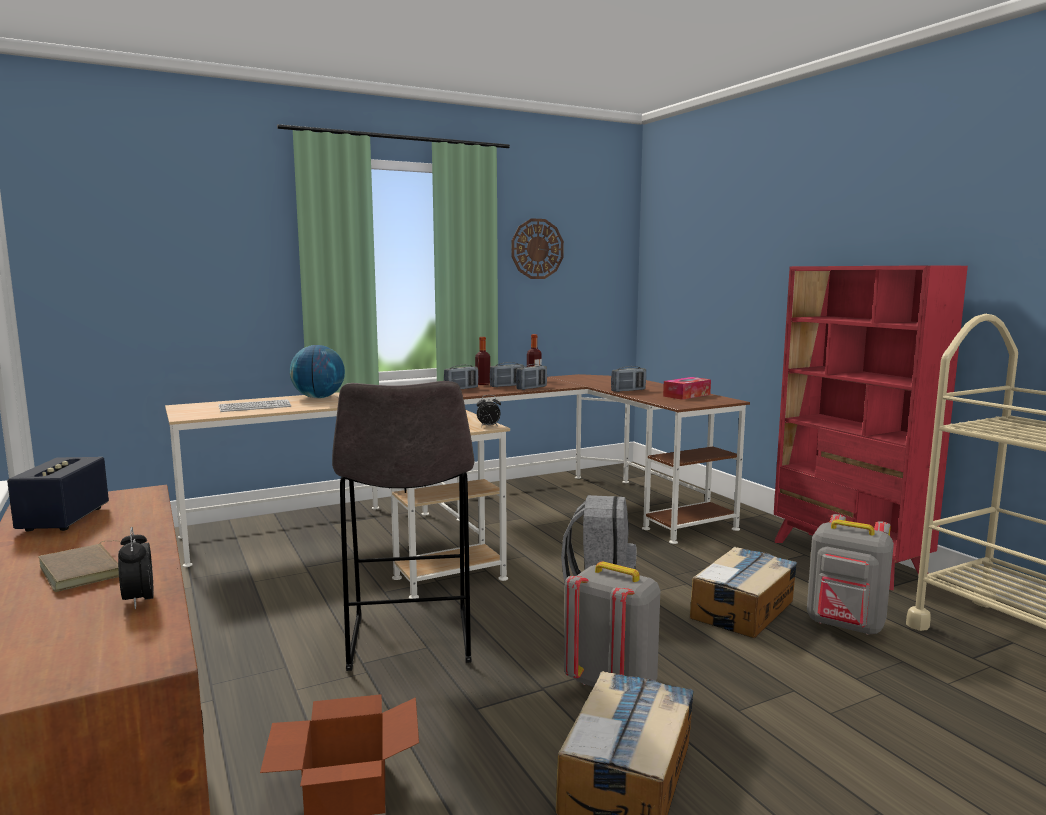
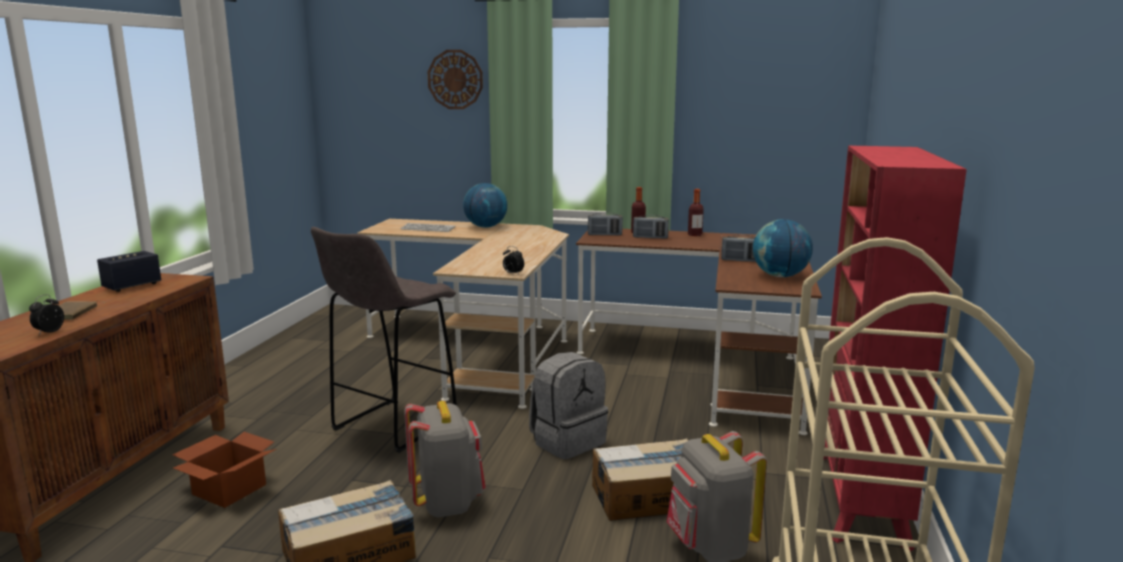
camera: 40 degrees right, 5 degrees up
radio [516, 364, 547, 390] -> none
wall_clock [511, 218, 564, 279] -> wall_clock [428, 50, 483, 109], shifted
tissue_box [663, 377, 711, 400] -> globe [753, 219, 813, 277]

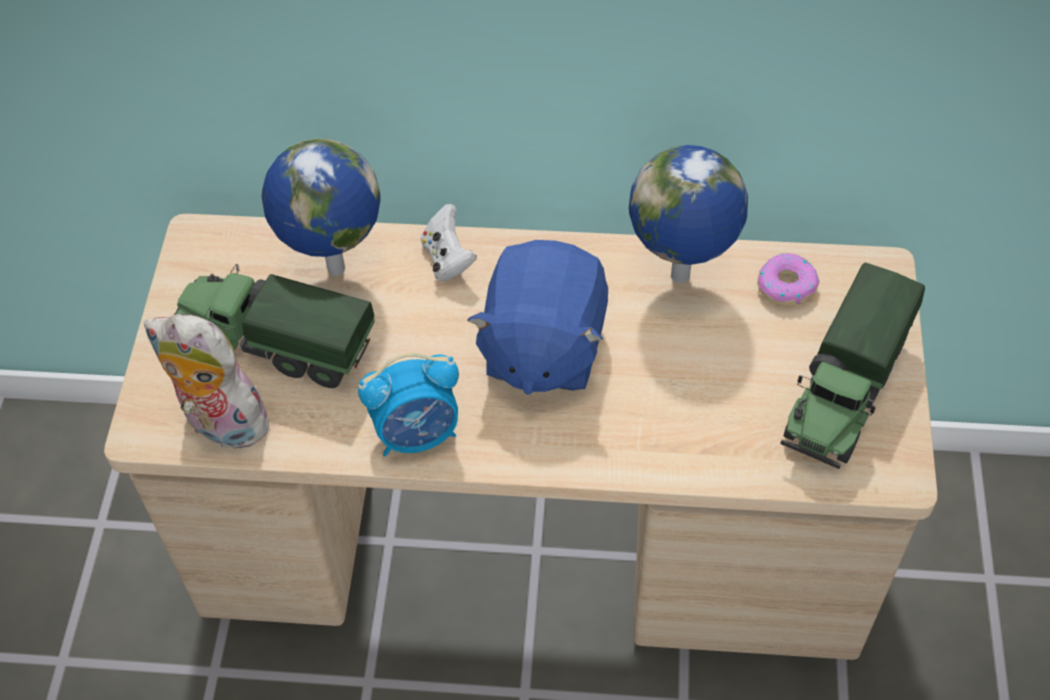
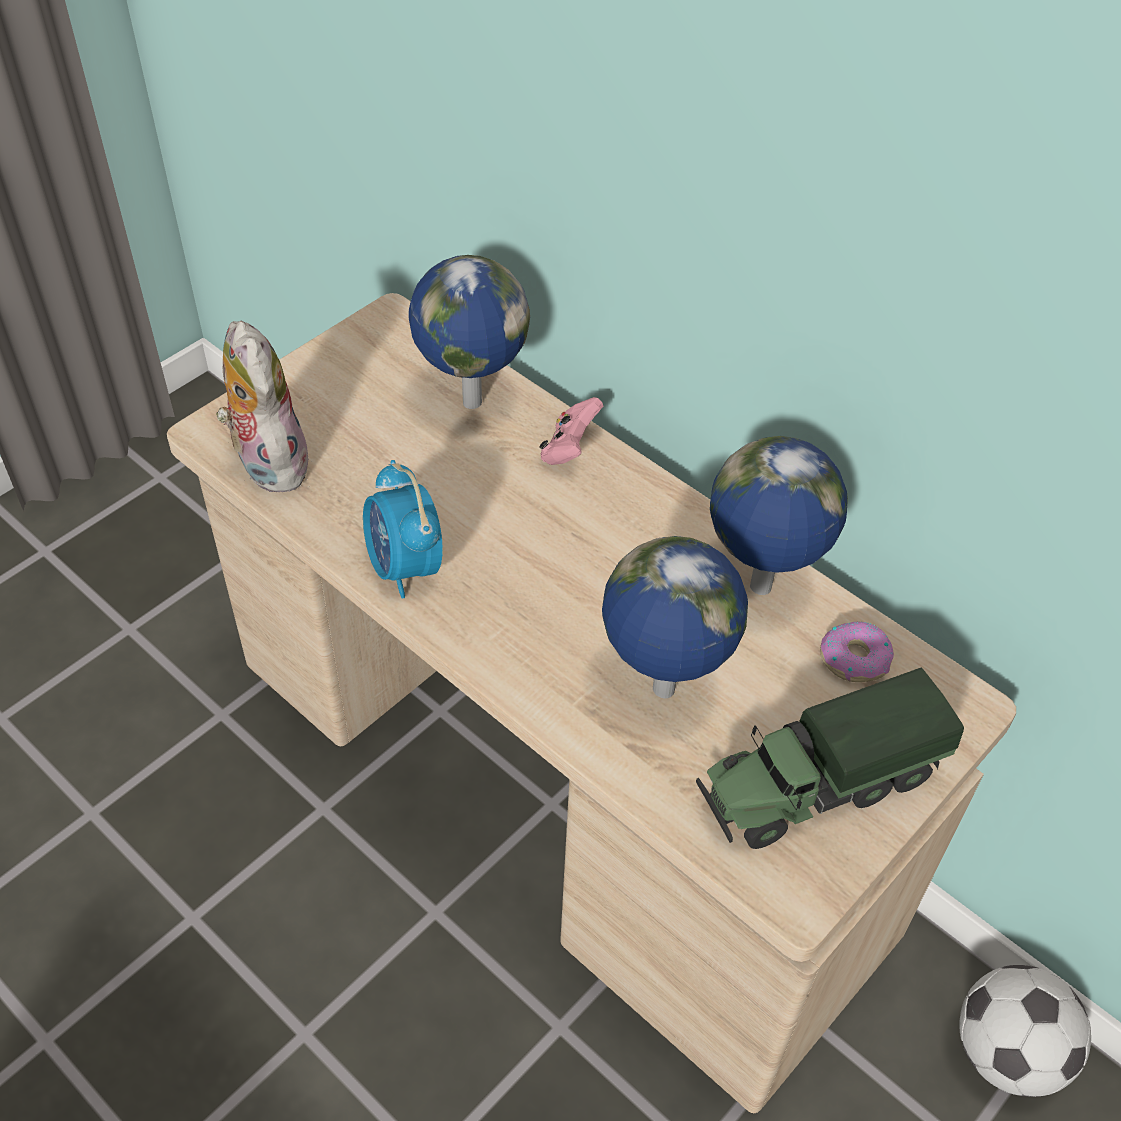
camera: 35 degrees right, 5 degrees down
toy_truck [174, 264, 375, 388] -> none
blue_plush_toy [468, 240, 608, 395] -> none
none -> globe [602, 536, 748, 698]
none -> football [959, 965, 1091, 1097]
white_game_controller [421, 204, 477, 281] -> pink_game_controller [540, 397, 603, 465]
alarm_clock [358, 353, 459, 457] -> alarm_clock [363, 460, 443, 599], 45 degrees clockwise

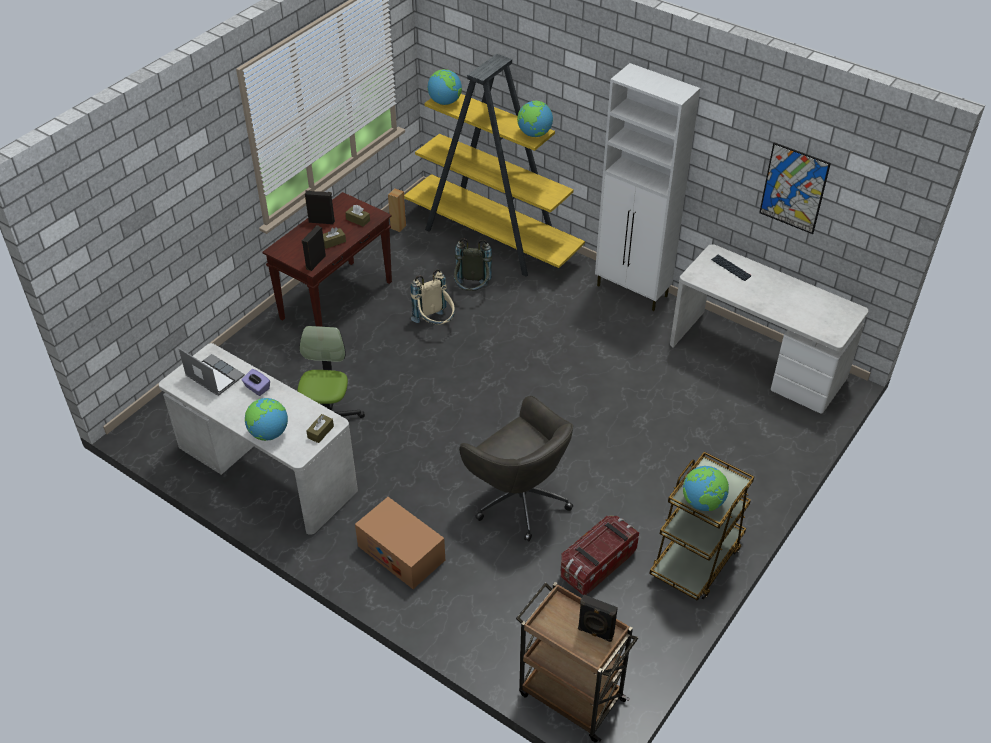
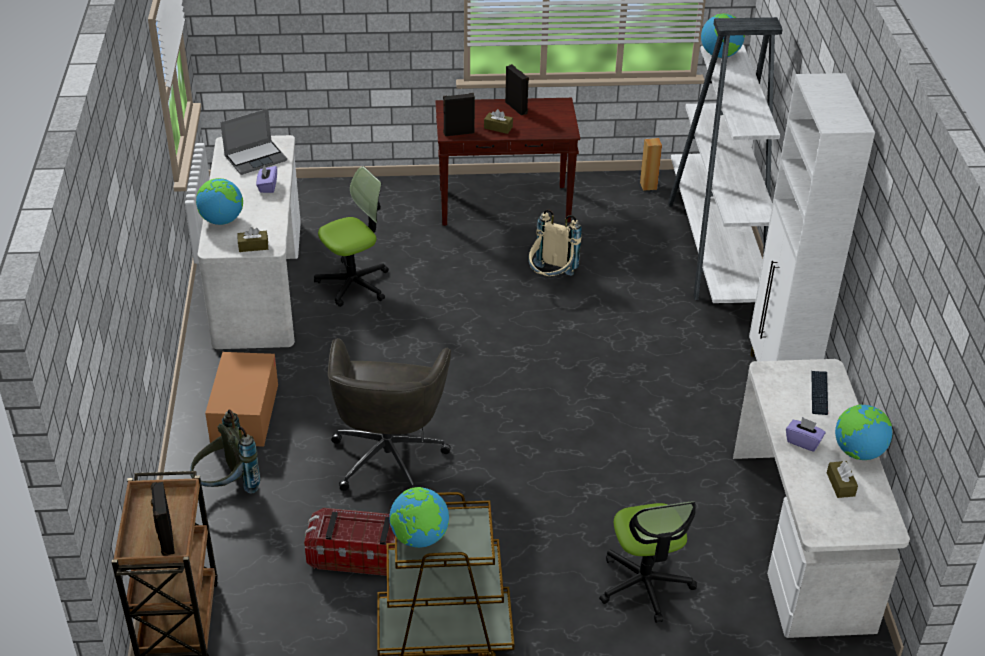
camera: 50 degrees right, 5 degrees down
picture [759, 142, 831, 234] -> none
none -> office_chair [599, 501, 697, 623]
none -> purple_tissue_box [786, 417, 826, 452]
brown_tissue_box [345, 205, 370, 227] -> brown_tissue_box [827, 461, 858, 498], shifted
grey_backpack [454, 238, 492, 291] -> grey_backpack [190, 409, 260, 494], shifted
globe [517, 101, 553, 137] -> globe [835, 405, 892, 461], shifted
yellow_bookcase [404, 54, 585, 277] -> white_bookcase [668, 17, 783, 303]
laptop [179, 348, 245, 396] -> laptop [220, 108, 287, 175], 60 degrees clockwise

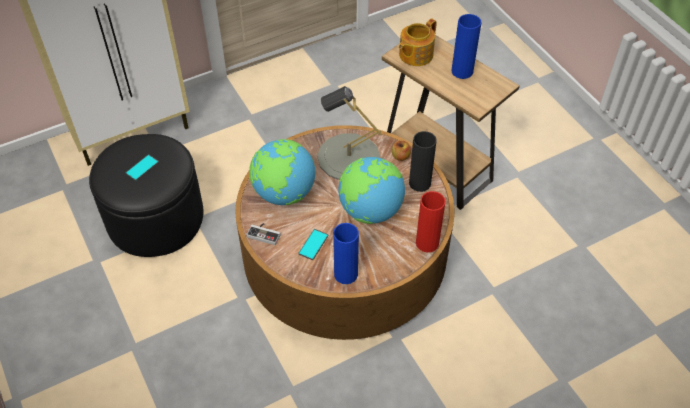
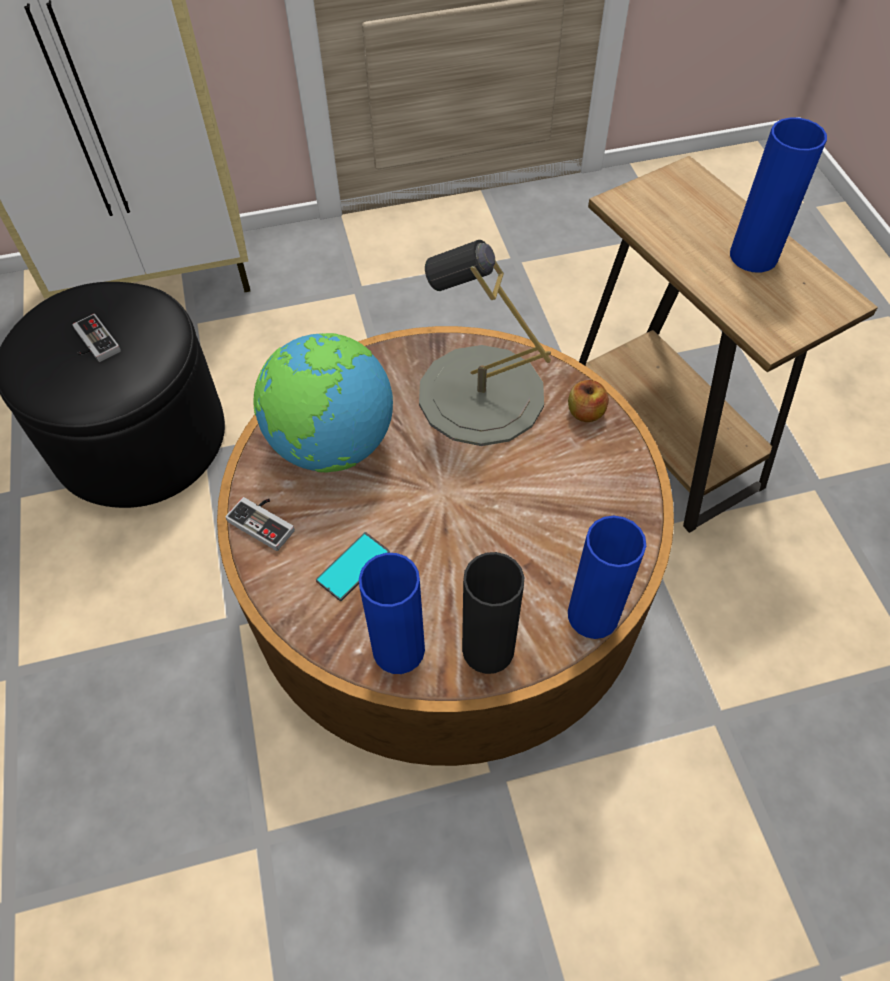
camera: 15 degrees right, 5 degrees up
globe [338, 157, 405, 224] -> none
teapot [399, 18, 437, 66] -> none
black_vase [409, 131, 437, 192] -> black_vase [462, 552, 524, 674], shifted
phone [126, 154, 159, 181] -> game_controller [72, 314, 121, 362]
red_vase [416, 191, 445, 252] -> blue_vase [568, 515, 646, 639]

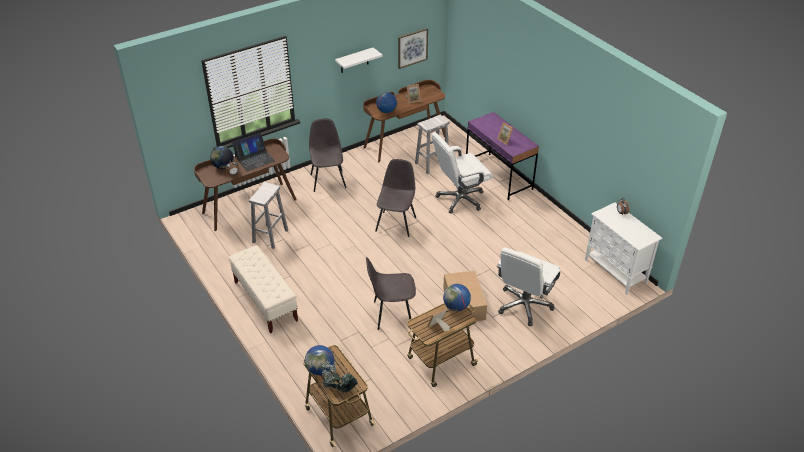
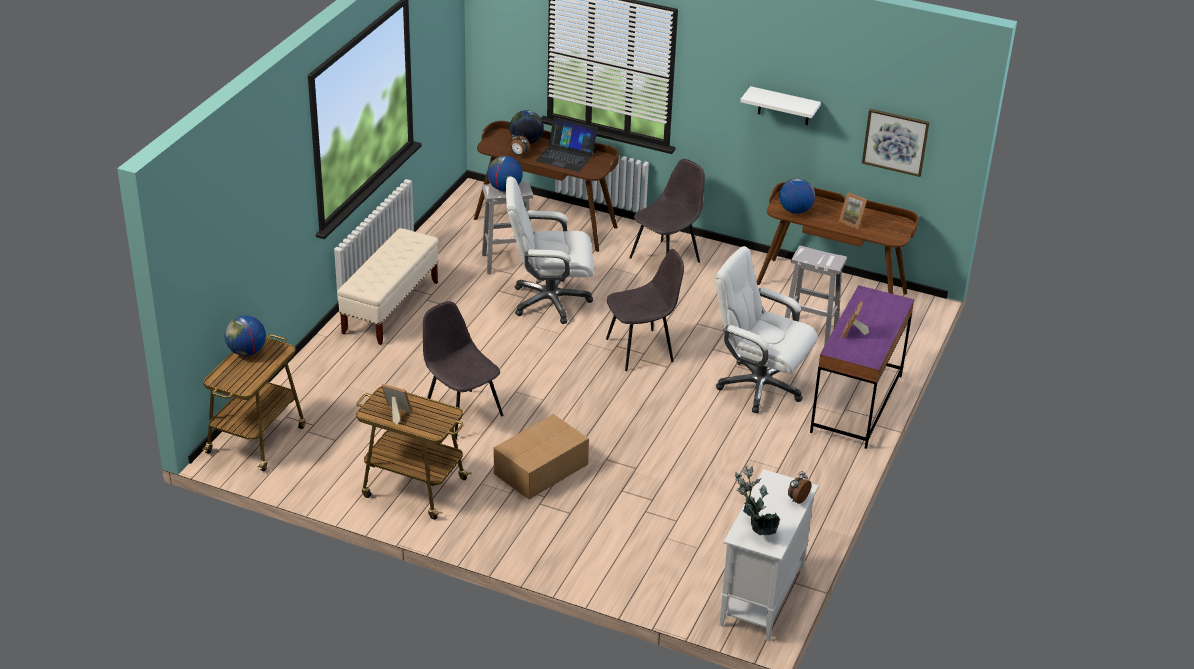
camera: 55 degrees right, 5 degrees down
potted_plant [320, 360, 358, 393] -> potted_plant [735, 465, 780, 535], shifted
globe [443, 284, 471, 311] -> globe [487, 156, 523, 191], shifted
white_office_chair [497, 247, 561, 326] -> white_office_chair [506, 176, 593, 324], shifted

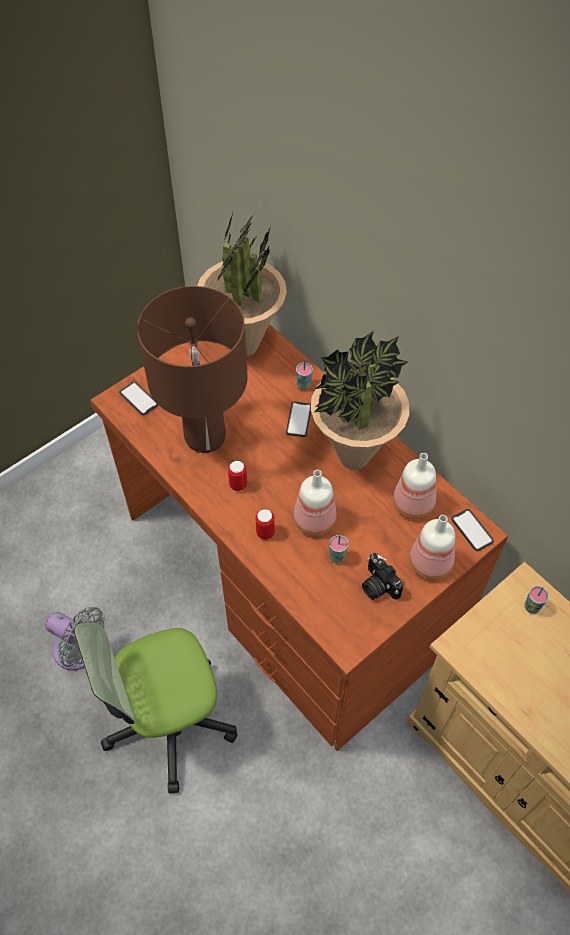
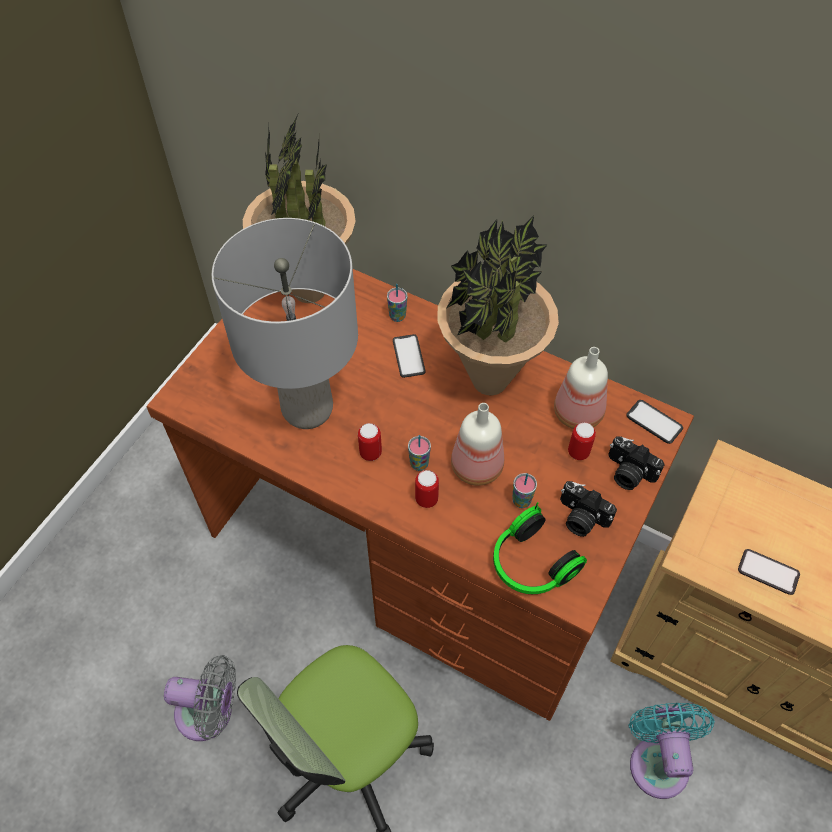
camera: 20 degrees left, 0 degrees up
none -> headphones [493, 502, 587, 594]
none -> can [568, 422, 596, 460]
none -> turquoise_fan [629, 703, 715, 799]
phone [119, 382, 158, 415] -> phone [738, 549, 800, 595], shifted
cup [524, 586, 549, 614] -> cup [408, 435, 431, 471], shifted
bottle [409, 515, 455, 580] -> photo_camera [608, 436, 665, 490]
brown_table_lamp [137, 286, 247, 453] -> grey_table_lamp [212, 218, 358, 429]

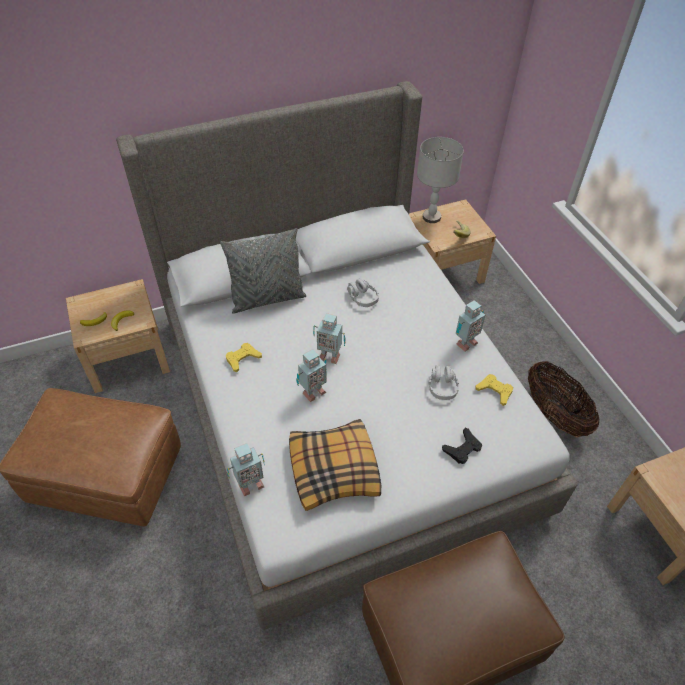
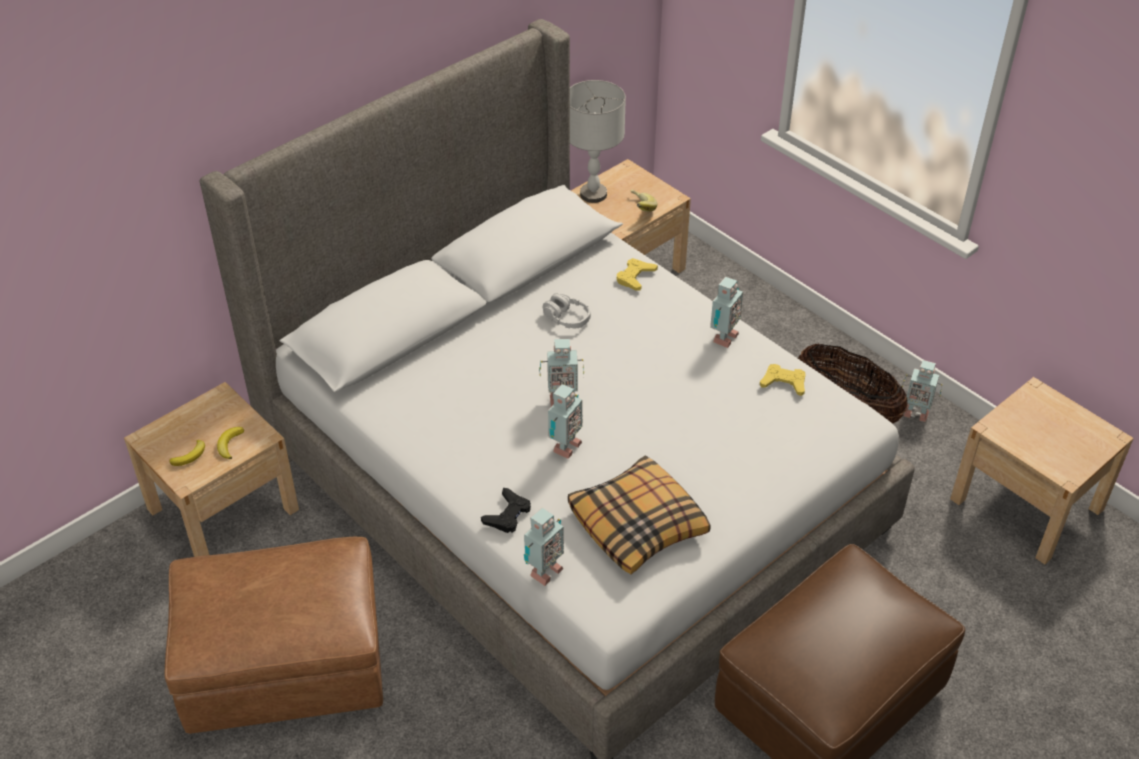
camera: 20 degrees left, 5 degrees down
grey_pillow [220, 228, 306, 314] -> none
grey_headphones [428, 365, 459, 400] -> none
none -> toy_robot [902, 360, 942, 422]
yellow_game_controller [226, 343, 262, 372] -> yellow_game_controller [617, 258, 658, 291], shifted
black_game_controller [442, 427, 482, 464] -> black_game_controller [481, 488, 531, 533], shifted

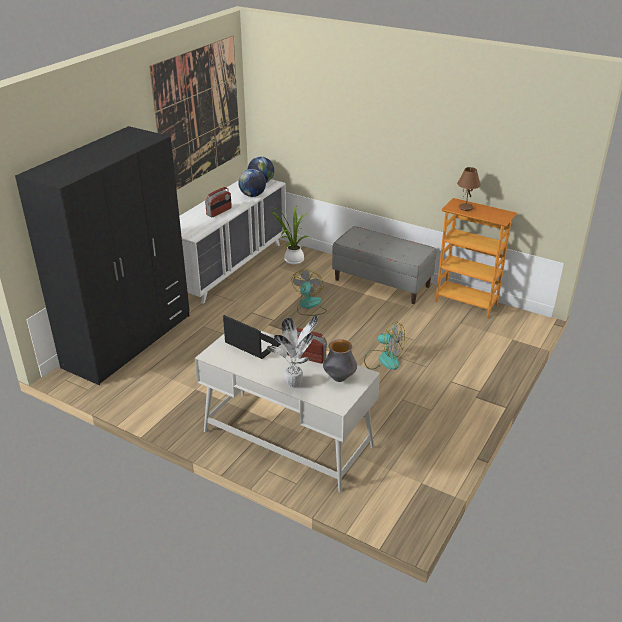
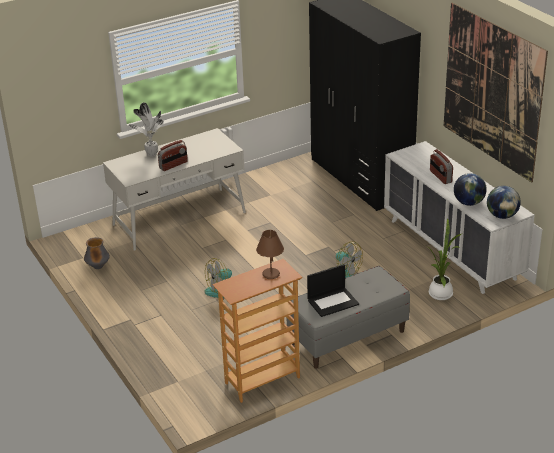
camera: 120 degrees right, 0 degrees up
laptop [223, 315, 281, 359] -> laptop [307, 264, 359, 317], shifted
vase [323, 339, 357, 382] -> vase [84, 237, 110, 269], shifted

